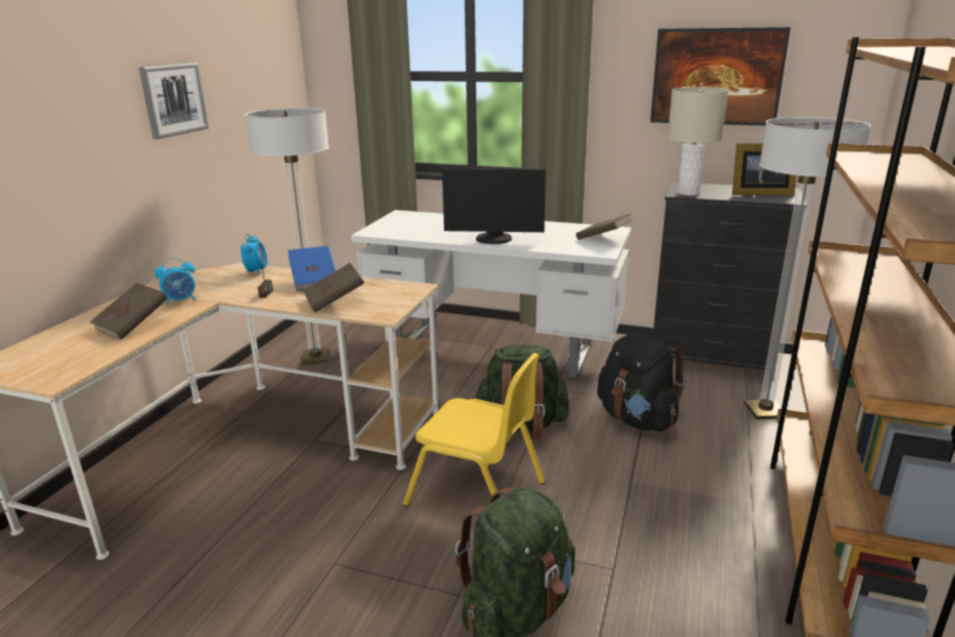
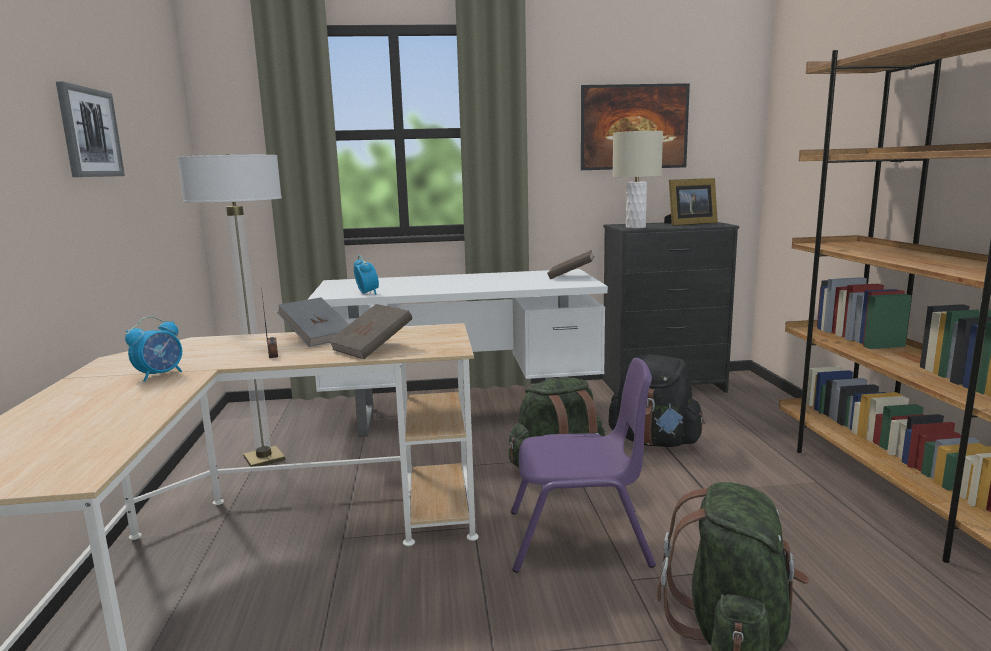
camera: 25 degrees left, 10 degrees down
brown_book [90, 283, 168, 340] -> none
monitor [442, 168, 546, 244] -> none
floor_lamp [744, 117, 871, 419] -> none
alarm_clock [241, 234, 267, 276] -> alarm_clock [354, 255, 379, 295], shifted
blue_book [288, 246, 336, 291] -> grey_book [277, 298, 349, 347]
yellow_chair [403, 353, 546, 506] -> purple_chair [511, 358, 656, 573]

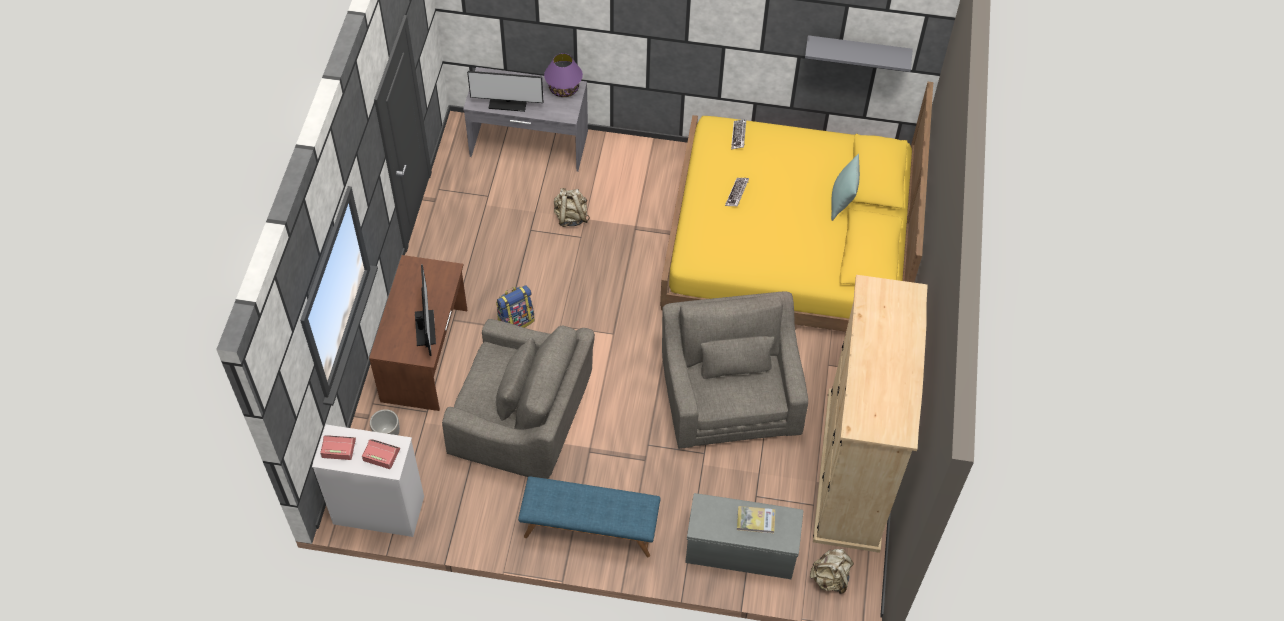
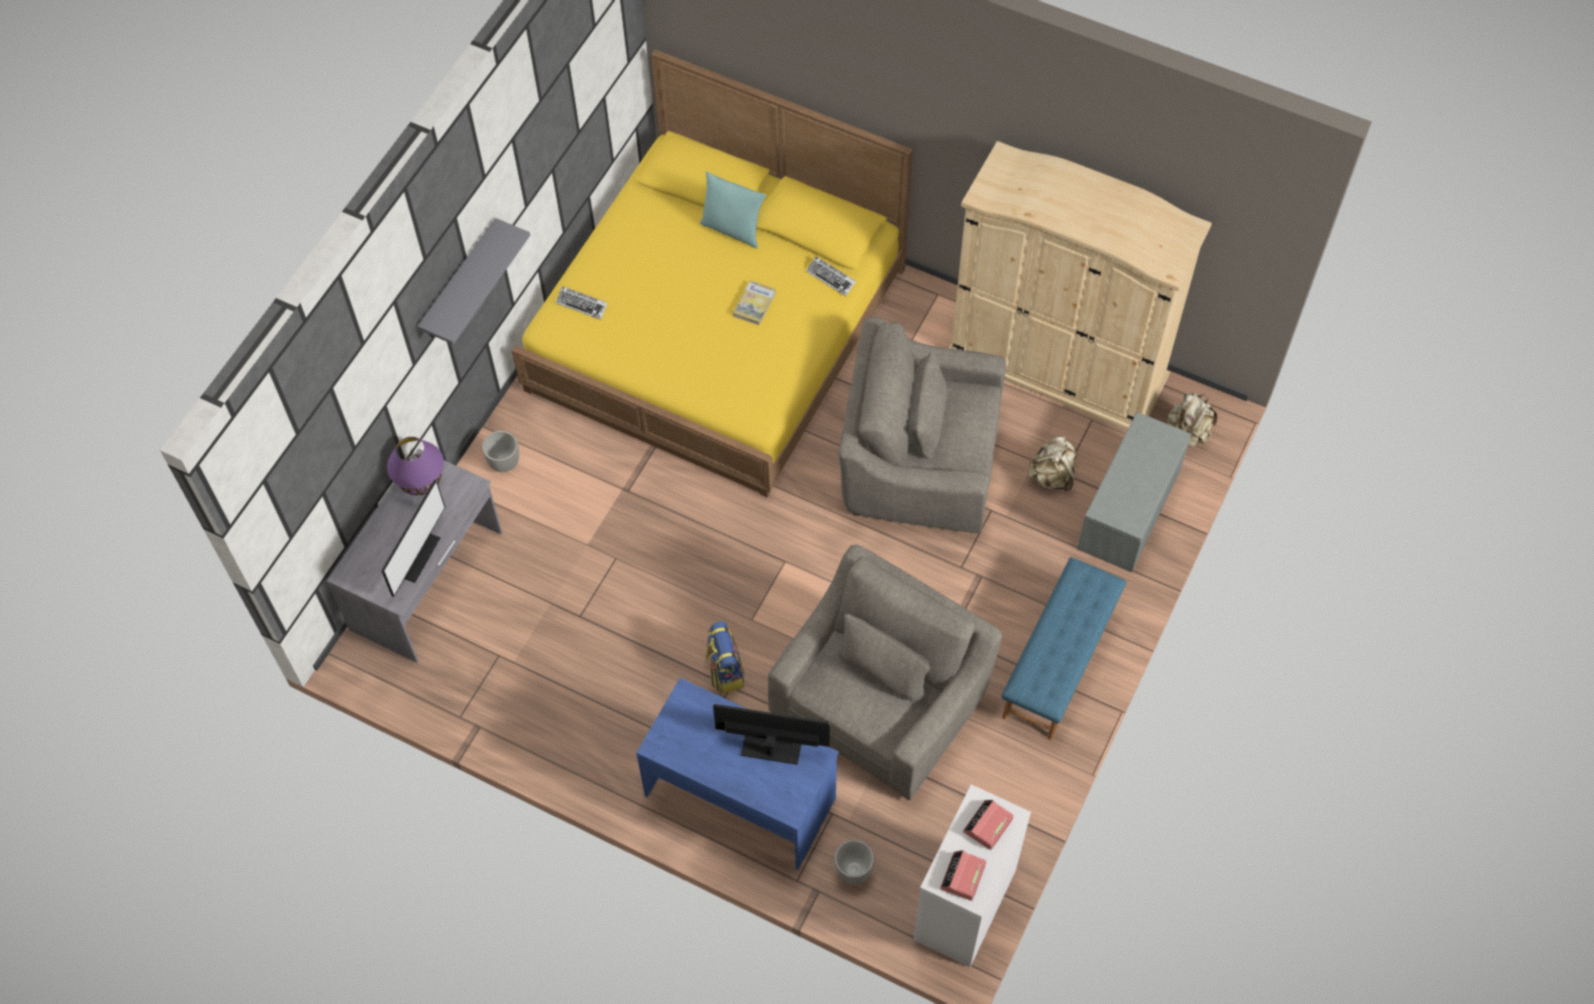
camera: 70 degrees left, 5 degrees up
none -> planter [482, 431, 519, 472]
beige_backpack [554, 188, 590, 227] -> beige_backpack [1028, 436, 1077, 492], shifted
keyboard [725, 178, 749, 206] -> keyboard [806, 256, 856, 296], shifted
book [737, 506, 775, 533] -> book [733, 280, 776, 325], shifted
grey_shelf [805, 35, 913, 72] -> grey_shelf [418, 218, 530, 345], shifted
brown_desk [369, 255, 467, 411] -> blue_desk [636, 678, 839, 870]

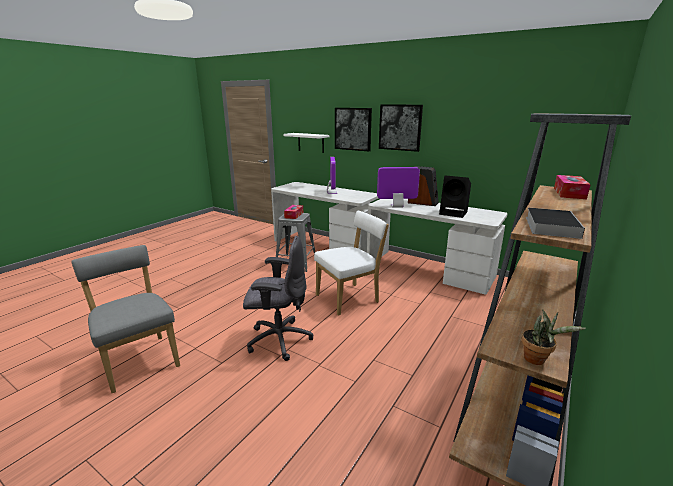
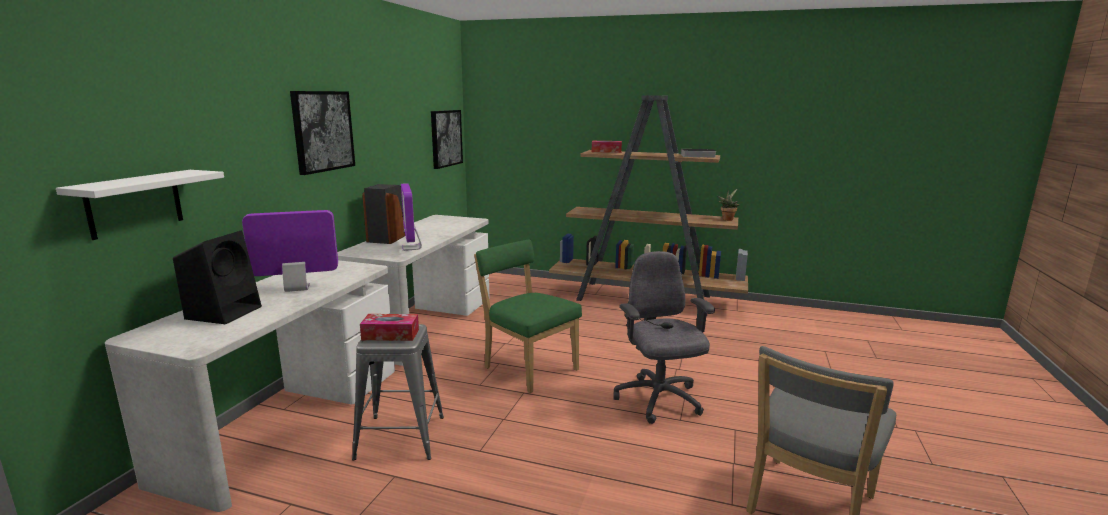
camera: 105 degrees left, 5 degrees down
picture [335, 108, 372, 151] -> picture [431, 110, 463, 169], shifted
black_speaker [439, 175, 471, 218] -> black_speaker [173, 231, 262, 324], shifted
white_chair [314, 211, 389, 316] -> green_chair [474, 240, 582, 393]

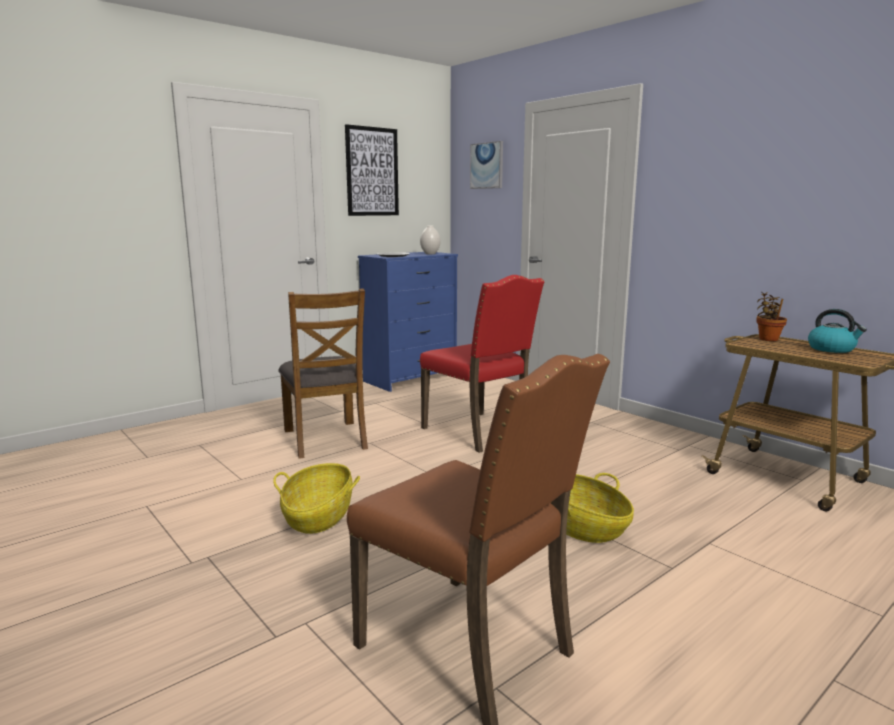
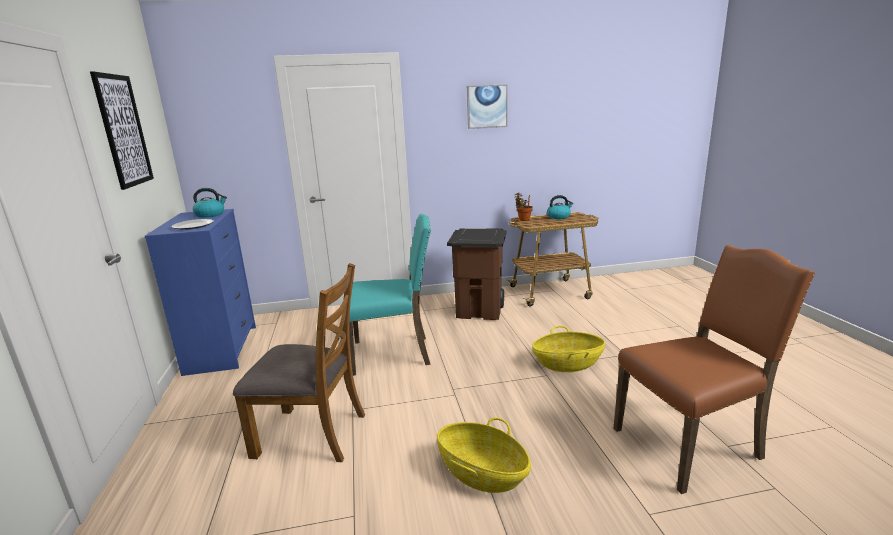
camera: 60 degrees left, 5 degrees up
none -> brown_trash_can [447, 228, 506, 320]
picture [470, 141, 503, 189] -> picture [467, 84, 508, 129], shifted
white_vase [420, 225, 441, 254] -> kettle [193, 188, 227, 218]
red_chair [420, 275, 544, 453] -> turquoise_chair [349, 214, 431, 376]

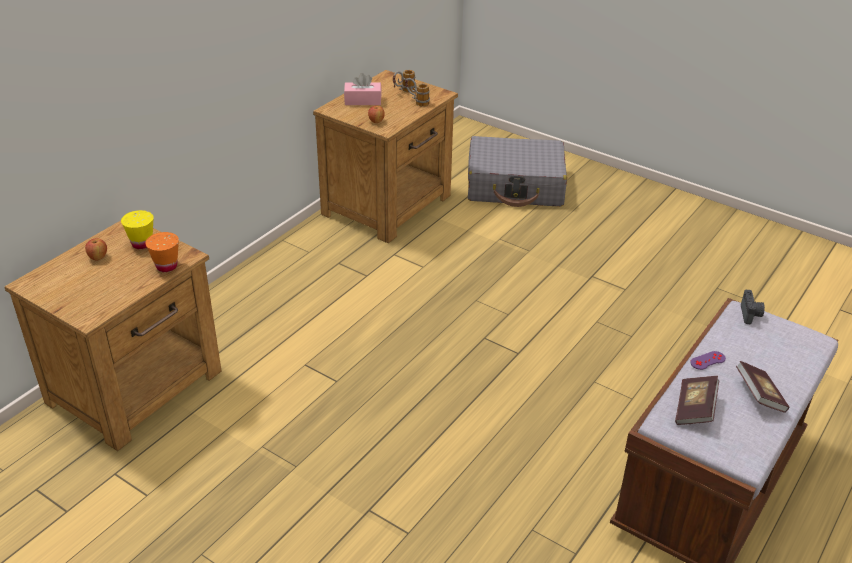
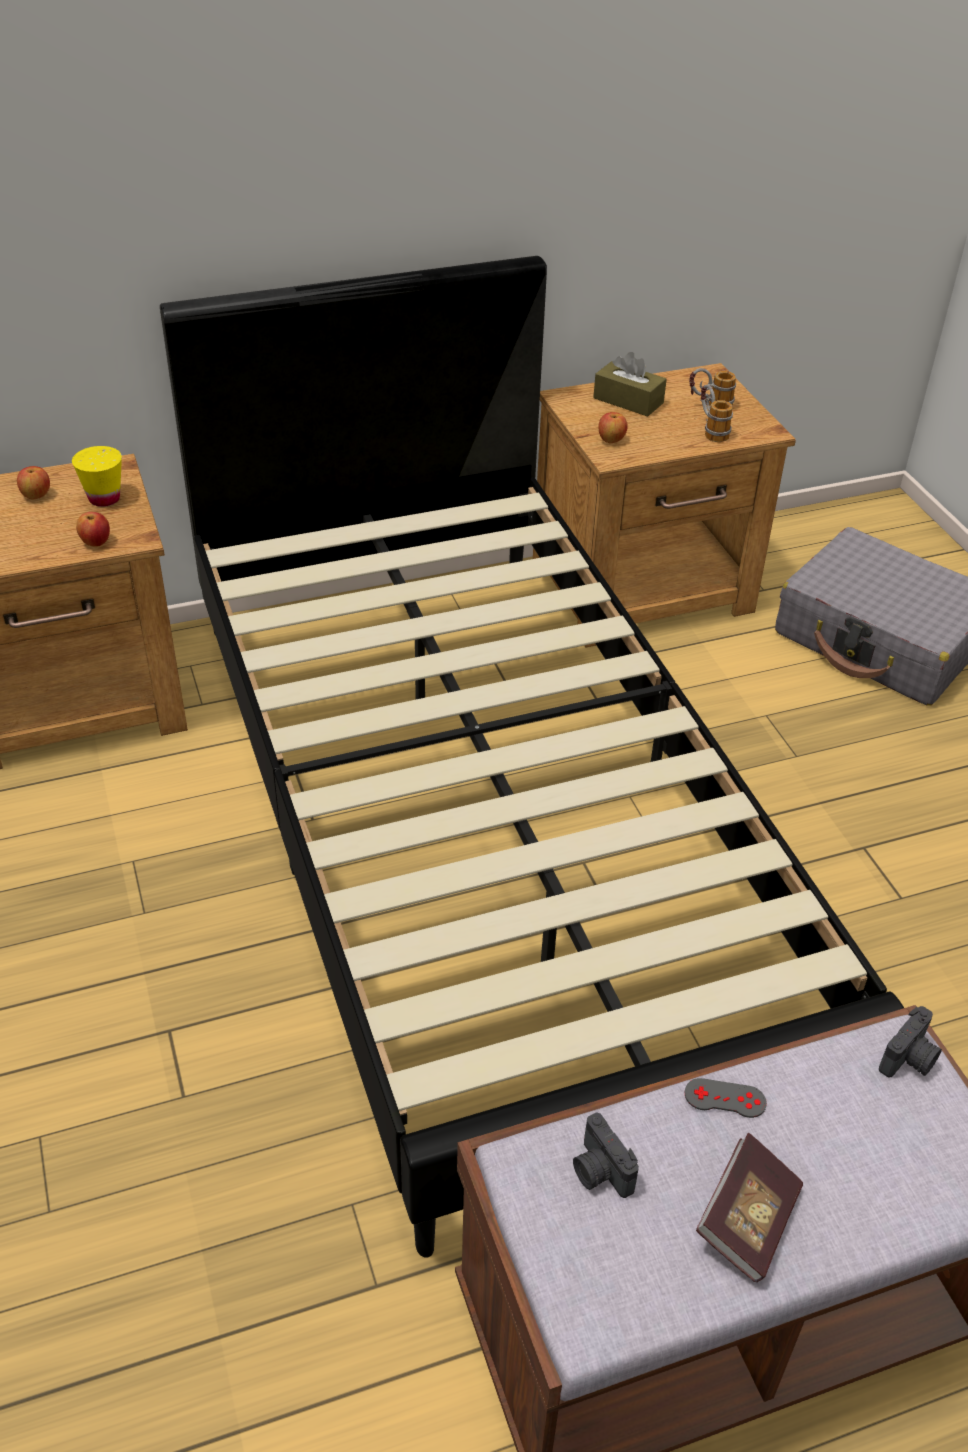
camera: 35 degrees right, 5 degrees up
none -> black_bed [160, 256, 904, 1258]
orange_cup [145, 232, 179, 272] -> apple [76, 512, 110, 547]
book [675, 376, 719, 425] -> photo_camera [573, 1113, 639, 1198]
pink_tissue_box [344, 73, 382, 105] -> brown_tissue_box [593, 352, 667, 417]
purple_game_controller [690, 351, 726, 370] -> grey_game_controller [685, 1078, 767, 1118]

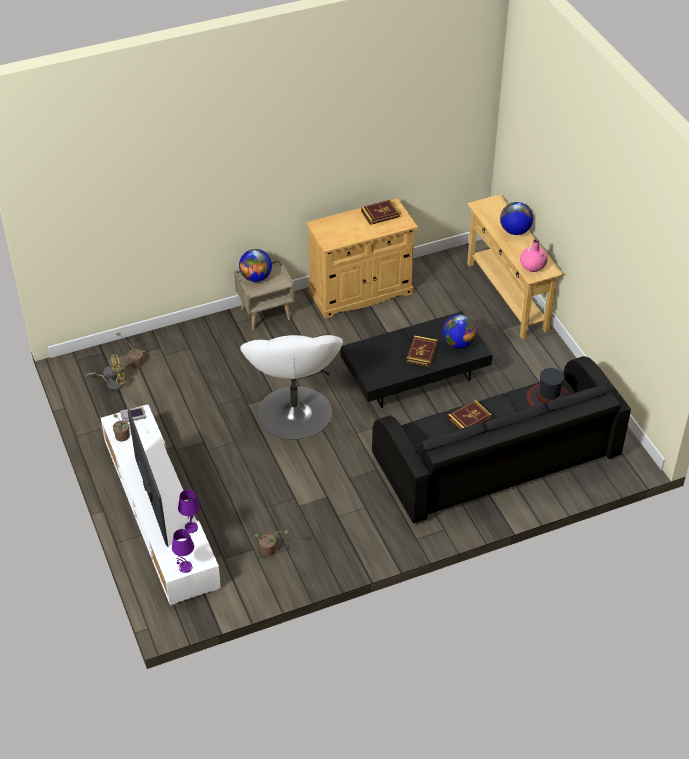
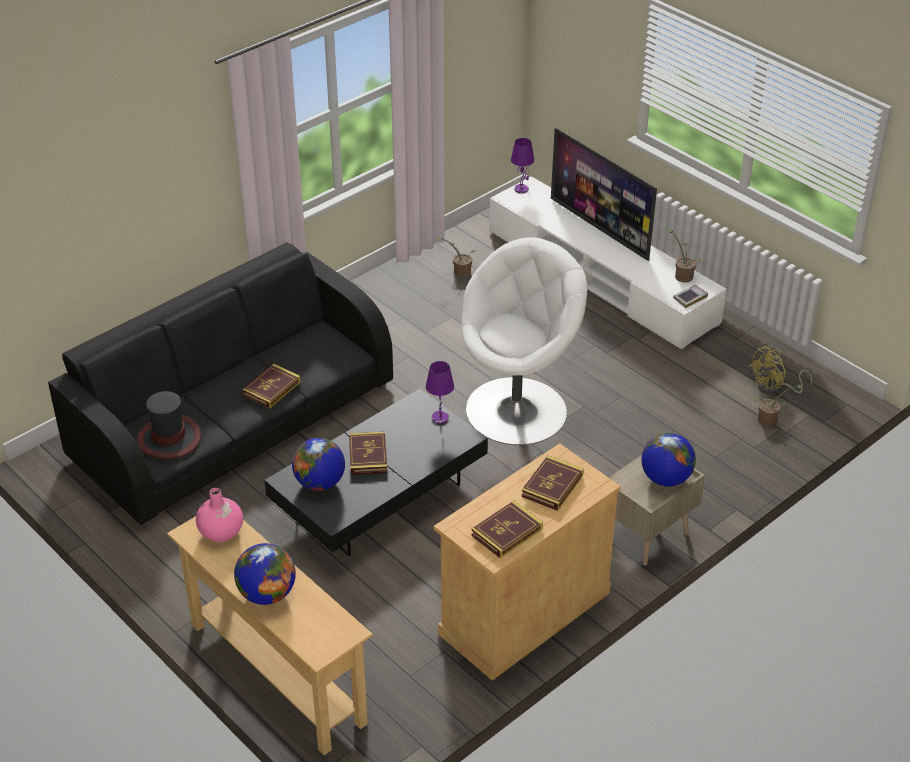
camera: 160 degrees right, 5 degrees down
none -> book [521, 455, 584, 511]
purple_table_lamp [178, 490, 200, 533] -> purple_table_lamp [426, 361, 454, 424], shifted
white_armchair [240, 335, 343, 439] -> white_armchair [462, 237, 587, 445], 75 degrees clockwise

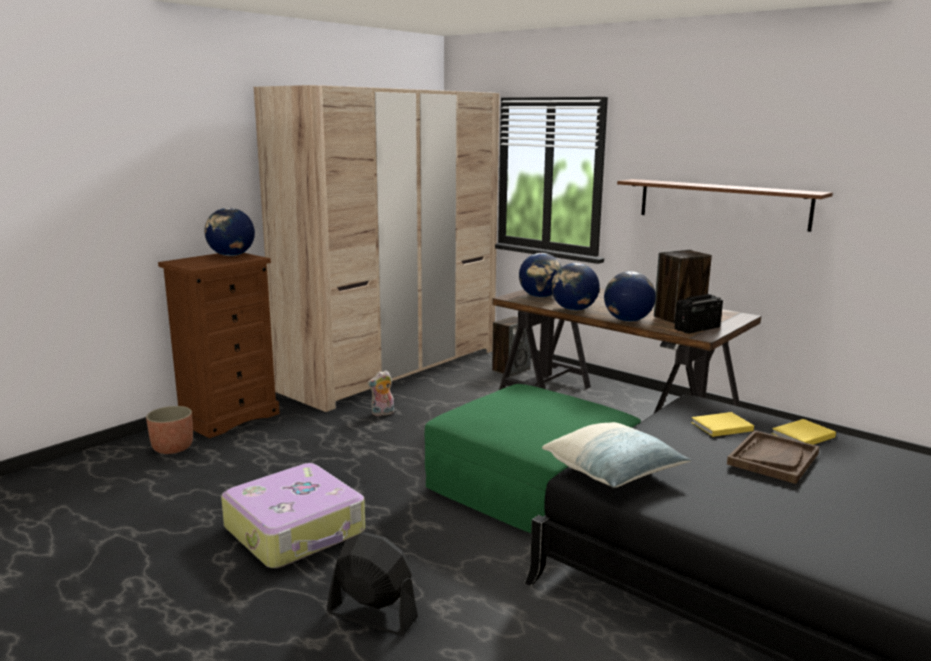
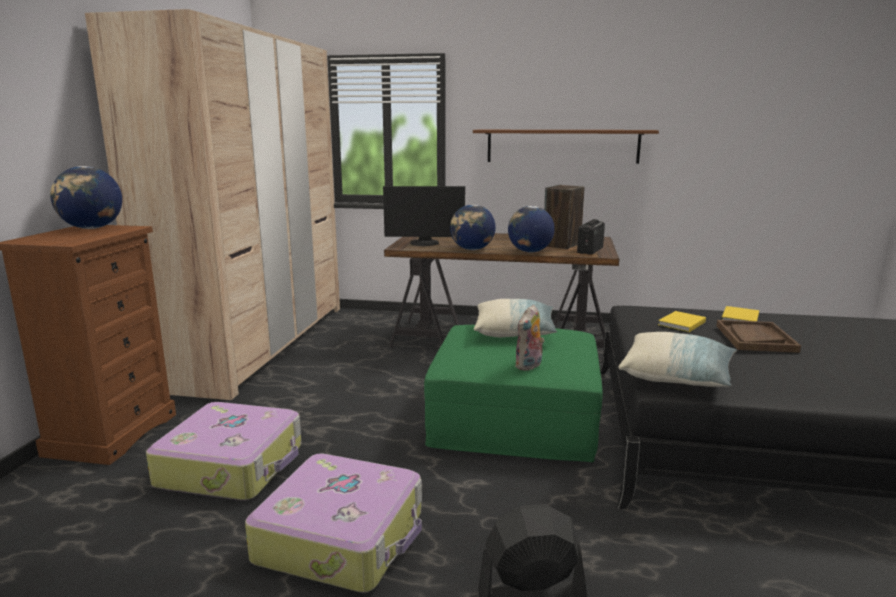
camera: 30 degrees left, 0 degrees up
planter [146, 406, 193, 454] -> none
speaker [492, 316, 531, 376] -> none
none -> suitcase [146, 402, 302, 501]
none -> pillow [474, 299, 557, 337]
plush_toy [367, 370, 394, 416] -> plush_toy [515, 304, 544, 371], shifted
globe [519, 253, 562, 298] -> monitor [383, 186, 465, 246]

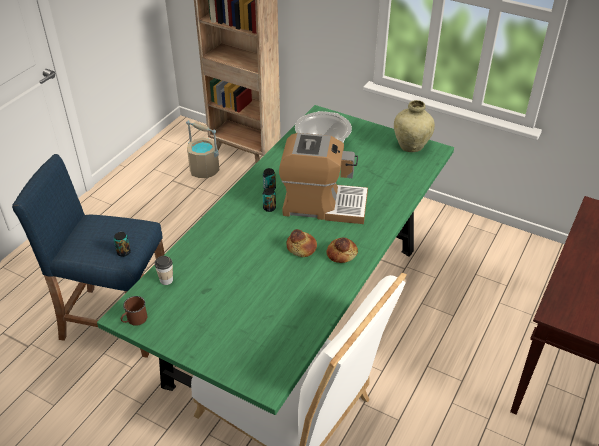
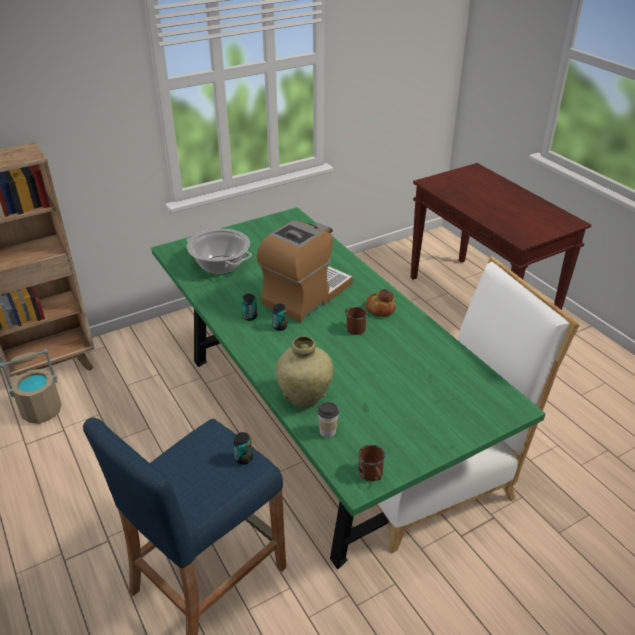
camera: 60 degrees left, 5 degrees down
beige_vase [394, 100, 435, 152] -> beige_vase [276, 336, 334, 408], shifted
bread [286, 229, 317, 257] -> brown_mug [345, 307, 367, 335]

